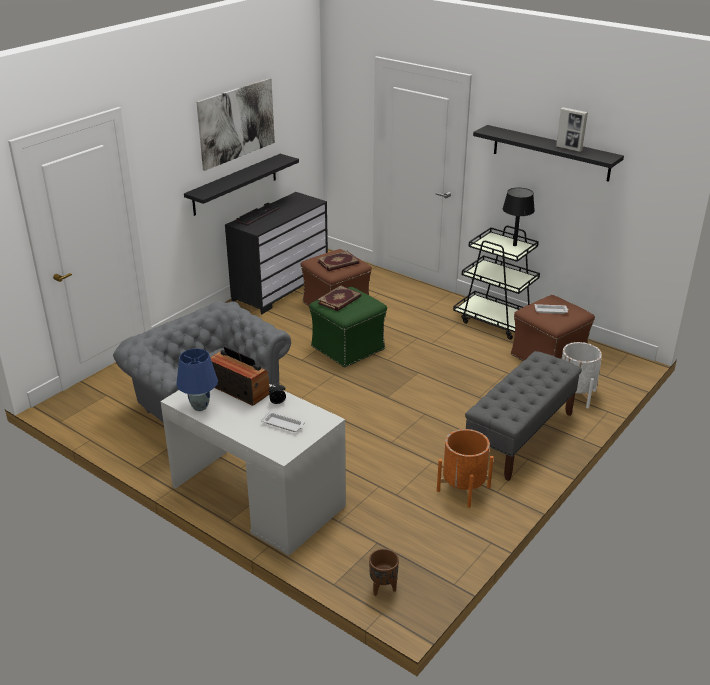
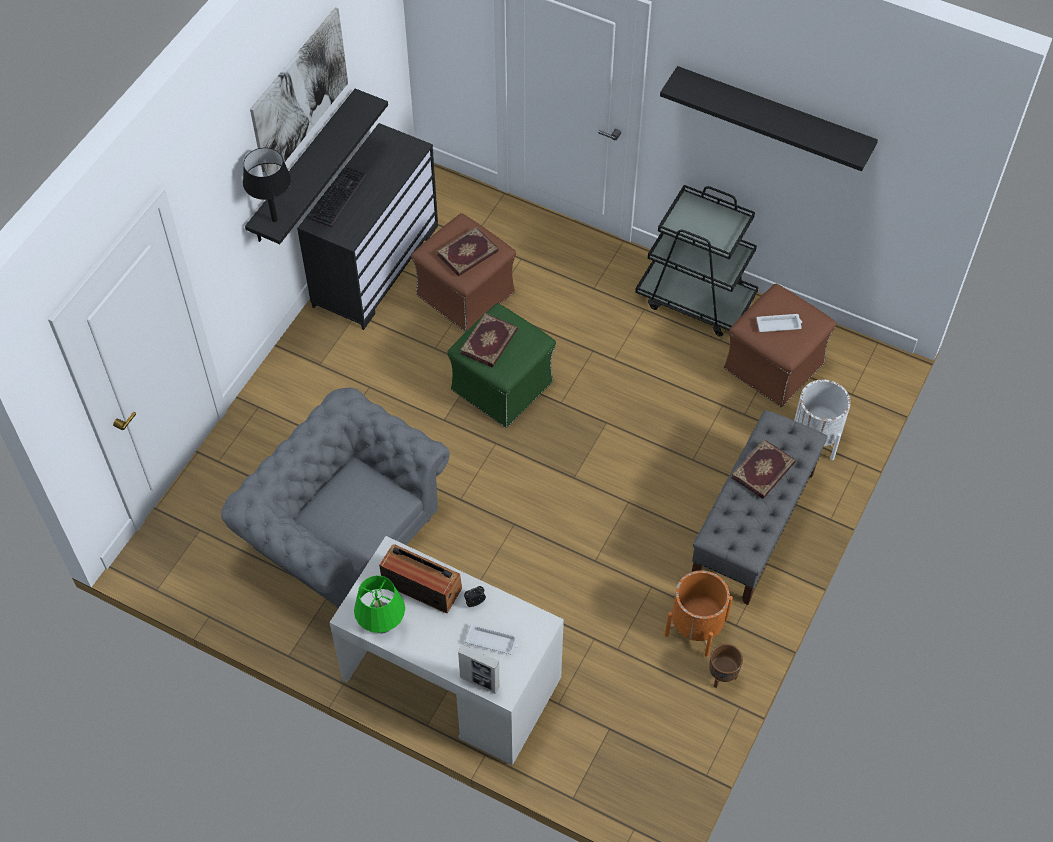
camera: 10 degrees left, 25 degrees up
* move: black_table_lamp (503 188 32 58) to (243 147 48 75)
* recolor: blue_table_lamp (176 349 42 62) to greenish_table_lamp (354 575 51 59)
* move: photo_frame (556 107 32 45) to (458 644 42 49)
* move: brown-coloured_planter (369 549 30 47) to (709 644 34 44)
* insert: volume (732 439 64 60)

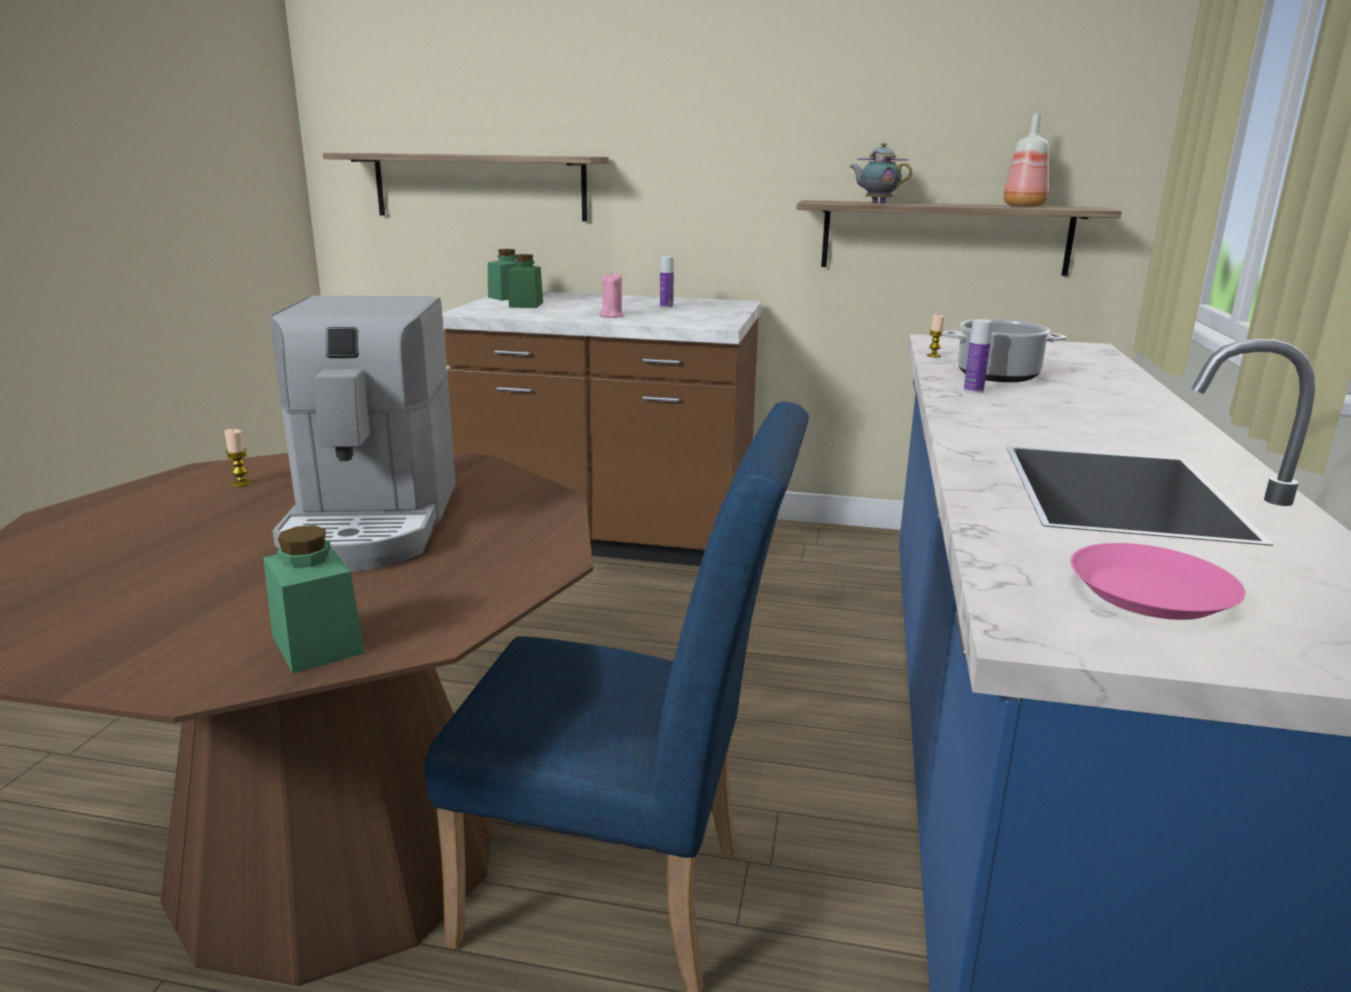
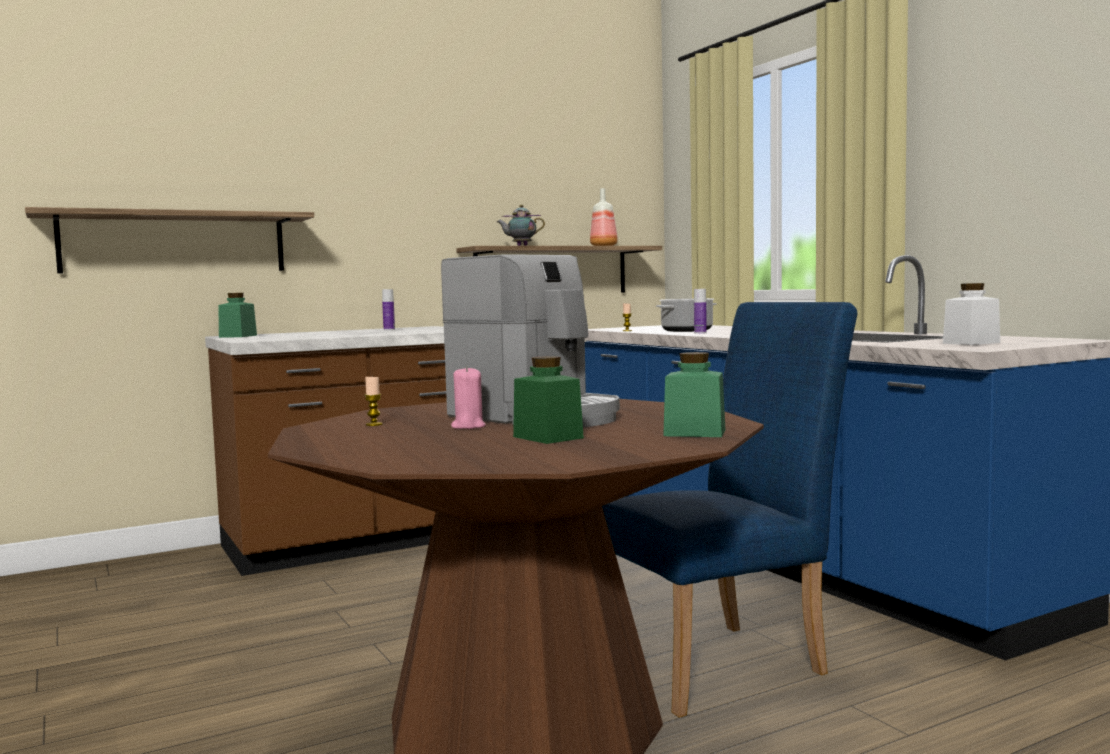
camera: 40 degrees left, 15 degrees down
* move: pink_wax_light (600 272 25 46) to (451 366 35 63)
* move: greenish_storage_jar (508 254 35 54) to (513 356 71 88)
* replace: pink_plate (1071 543 174 77) to white_storage_jar (943 283 57 62)

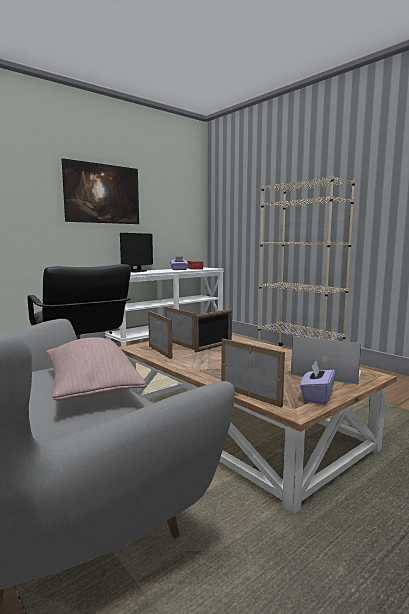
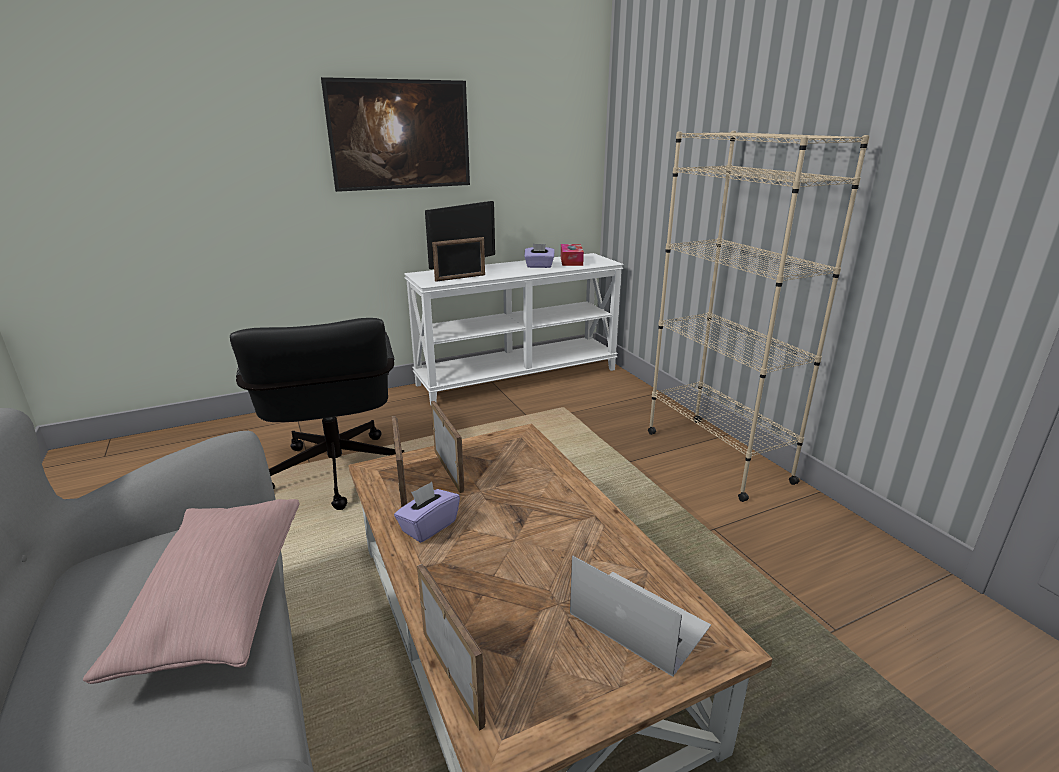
camera: 15 degrees right, 15 degrees up
* move: purplish_tissue_box (300 361 35 44) to (394 482 66 61)
* move: photo_frame (194 309 38 43) to (432 237 53 45)

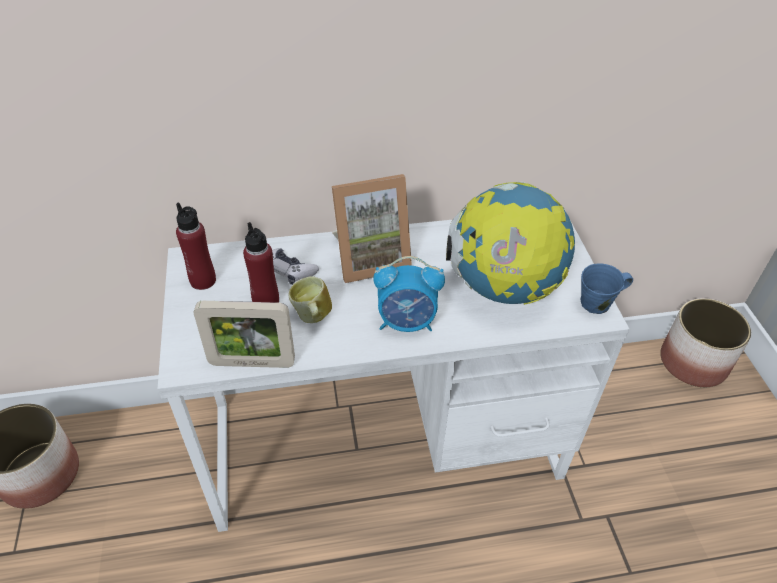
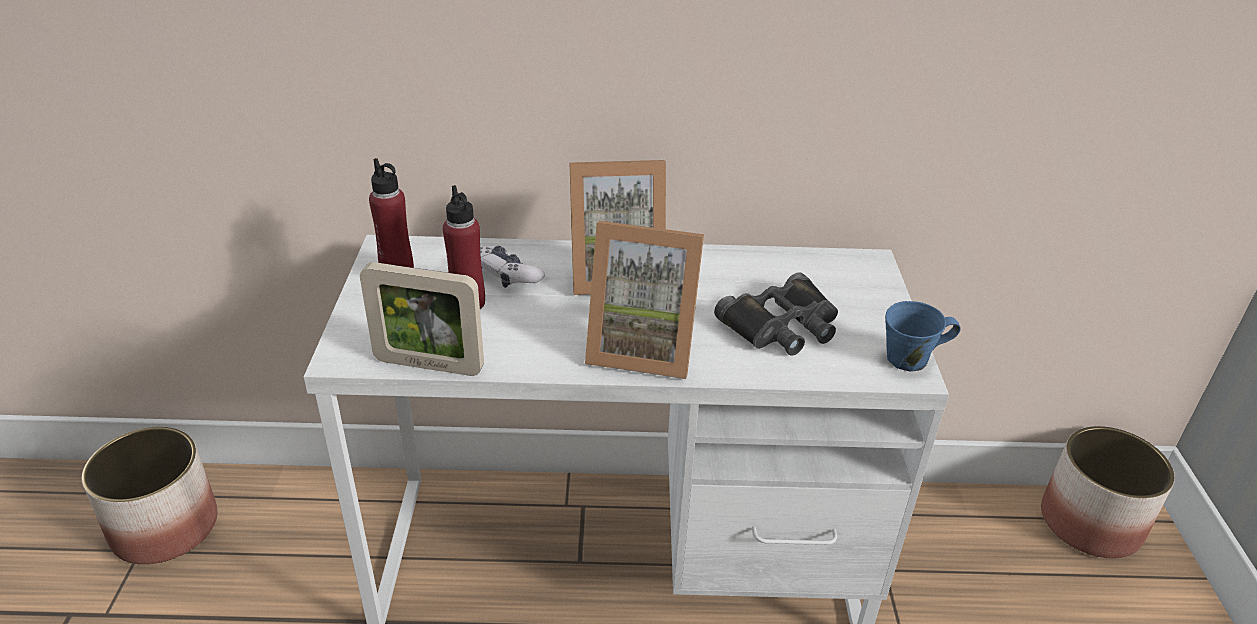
camera: 10 degrees right, 10 degrees down
* replace: bedside_clock (373 256 72 76) to photo_frame (585 221 119 158)
* replace: desk_globe (446 182 129 123) to black_field_glasses (714 272 124 84)
* delete: mug (289 276 43 47)

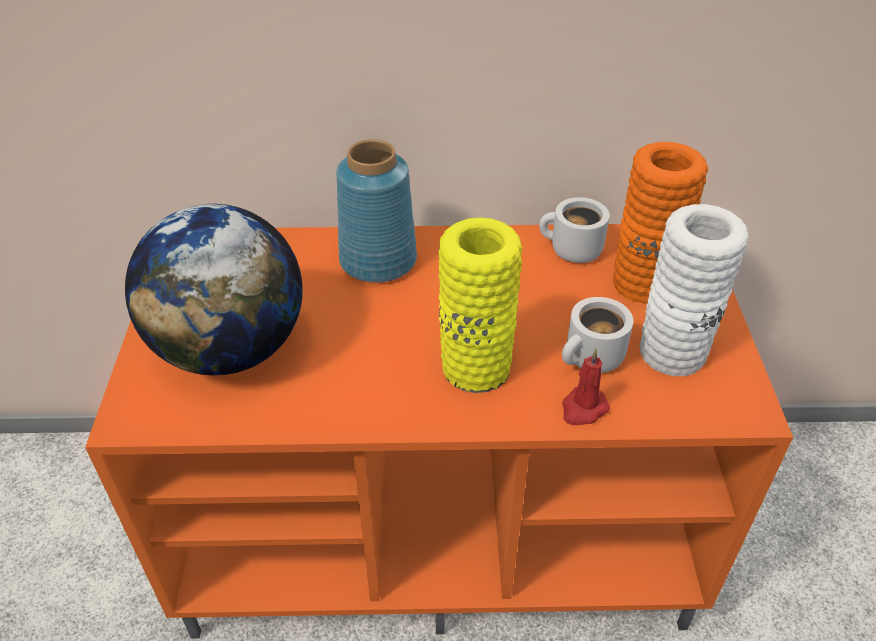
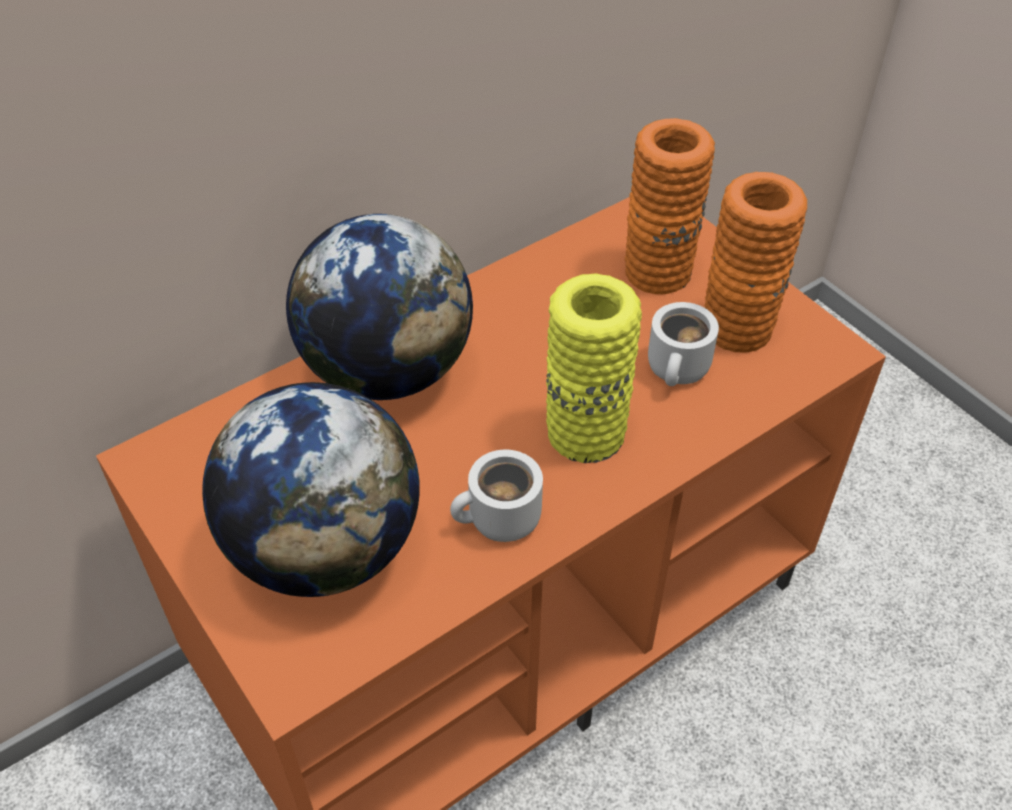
camera: 35 degrees left, 5 degrees up
* replace: blue_decorative_vase (336 139 81 144) to desk_globe (286 214 187 186)
* move: white_mug (539 197 71 66) to (450 450 93 92)
* recolor: white_decorative_vase (639 204 110 172) to orangey_decorative_vase (704 172 103 180)
* delete: red_wax_light (562 349 48 76)

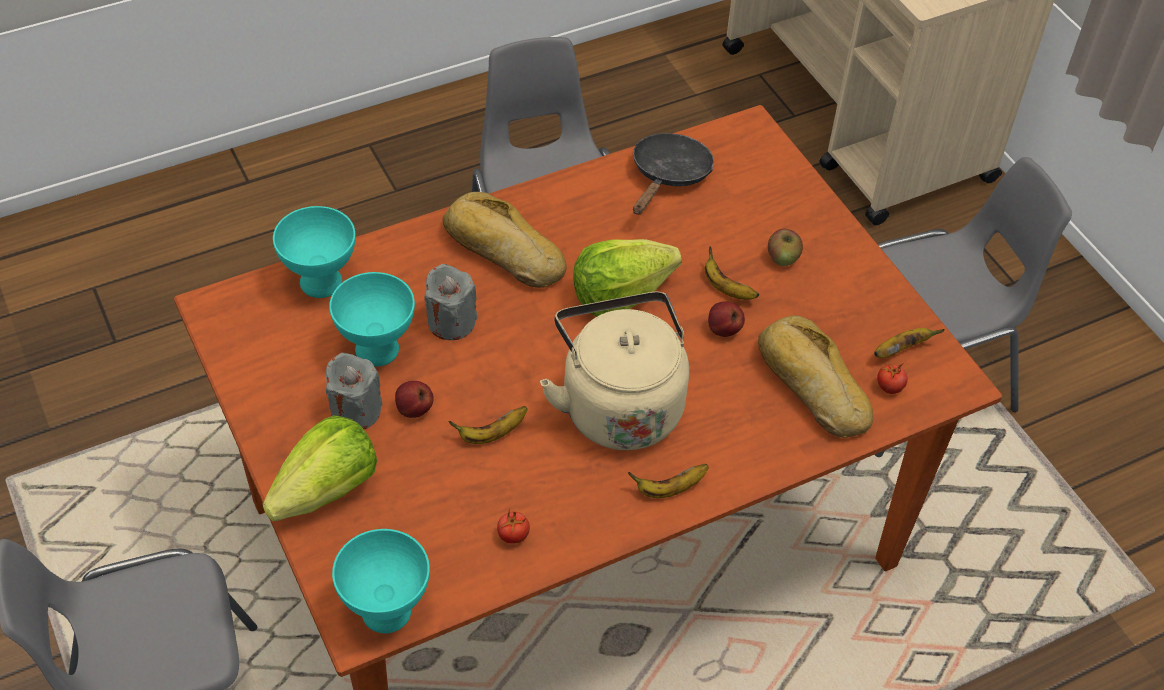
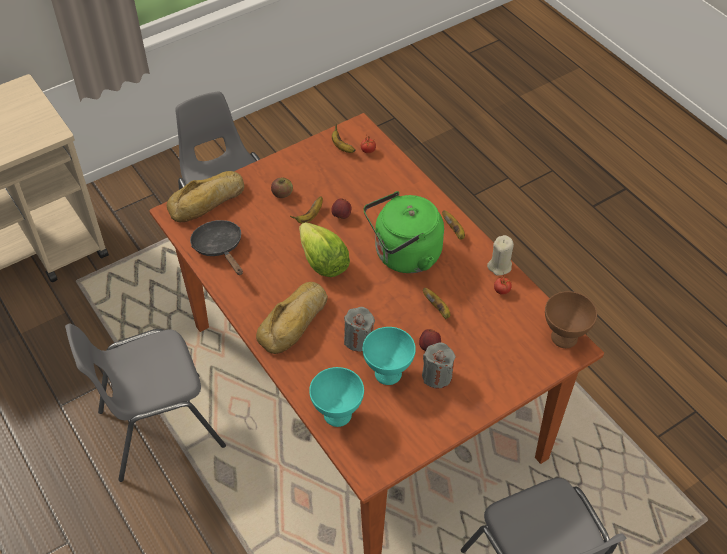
camera: 95 degrees left, 0 degrees up
* move: bakery_bread (758 315 116 123) to (167 171 78 51)
* rotate: black_frying_pan (633 133 81 82) = (190 220 53 55) 45 degrees clockwise
* recolor: beige_water_kettle (540 292 149 158) to greenish_water_kettle (363 191 81 82)
* insert: beige_wax_light (487 235 27 41)
* recolor: blue-green_deep_dish (332 529 98 104) to brown-coloured_deep_dish (545 291 52 57)
* delete: head_of_lettuce (263 415 114 106)

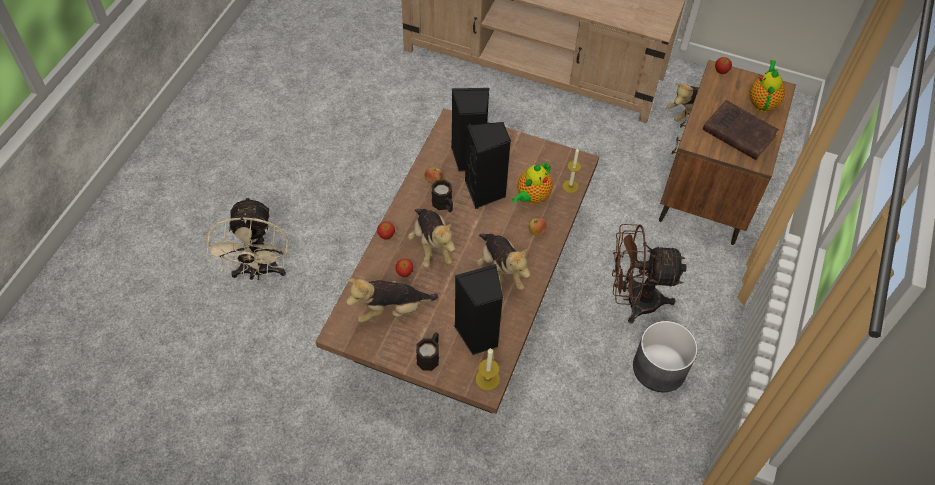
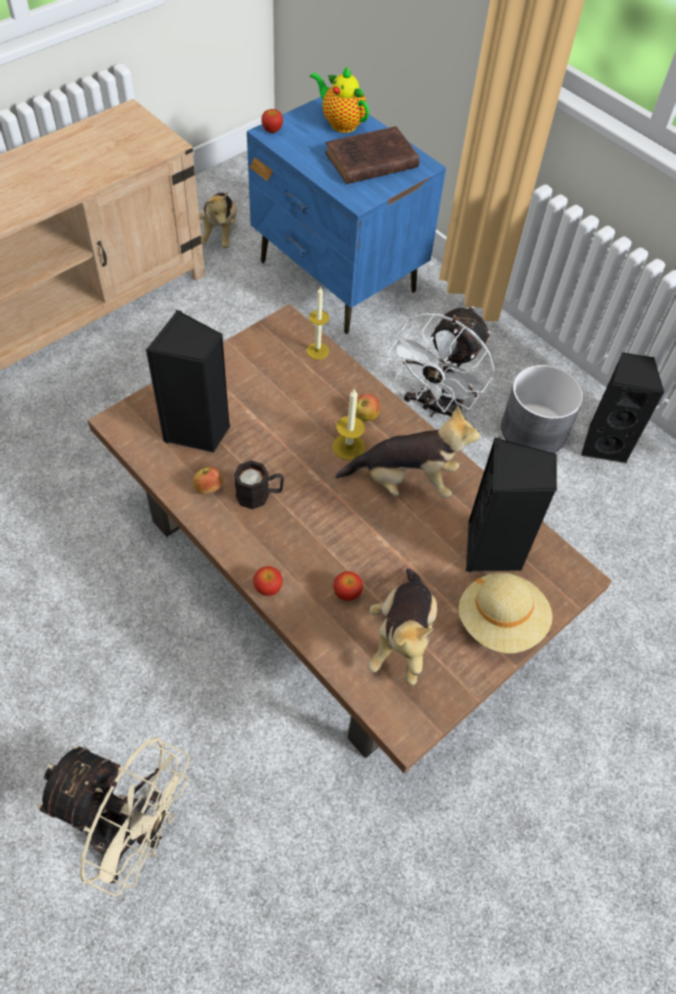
camera: 65 degrees left, 0 degrees up
* recolor: brown-coloured_bedside_table (659 60 137 185) to blue_bedside_table (247 97 199 237)
* move: wax_light (476 348 24 42) to (333 388 32 72)
* recolor: brown-coloured_cooling_fan (612 224 75 100) to white_cooling_fan (387 306 107 114)
* replace: black_mug (416 332 23 39) to beige_wearable_hat (459 573 94 80)
* move: black_audio_speaker (465 122 46 87) to (581 352 83 112)
* delete: plush_toy (408 209 47 58)
* delete: teapot (512 161 41 43)

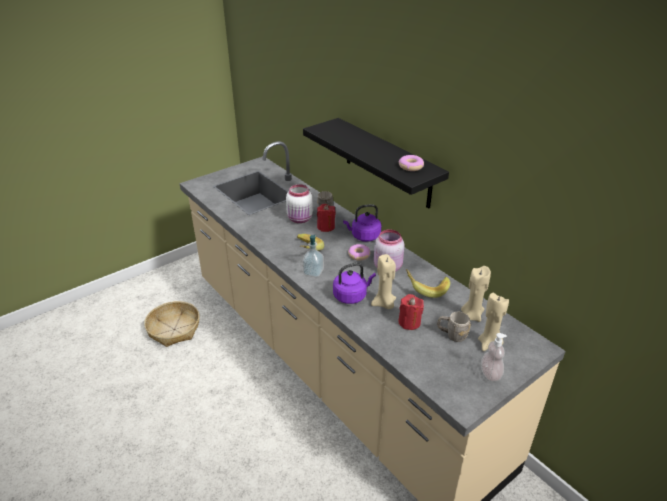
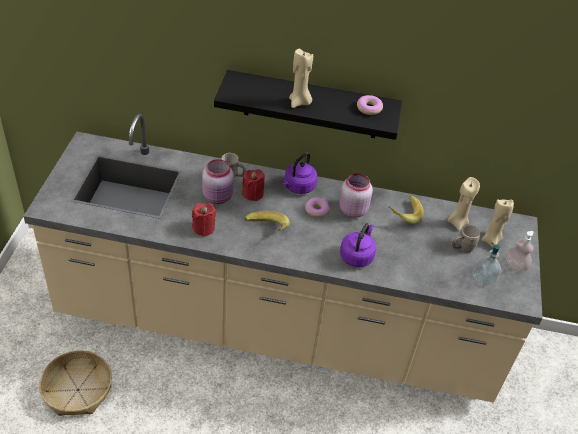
camera: 45 degrees left, 10 degrees up
* move: red_wax_light (398 294 26 36) to (192 203 24 34)
* recolor: white_storage_jar (286 184 27 39) to pink_storage_jar (202 159 32 45)
* move: beige_wax_light (371 254 25 55) to (289 49 24 59)
* move: liquid_soap_bottle (302 235 22 42) to (473 243 28 43)

